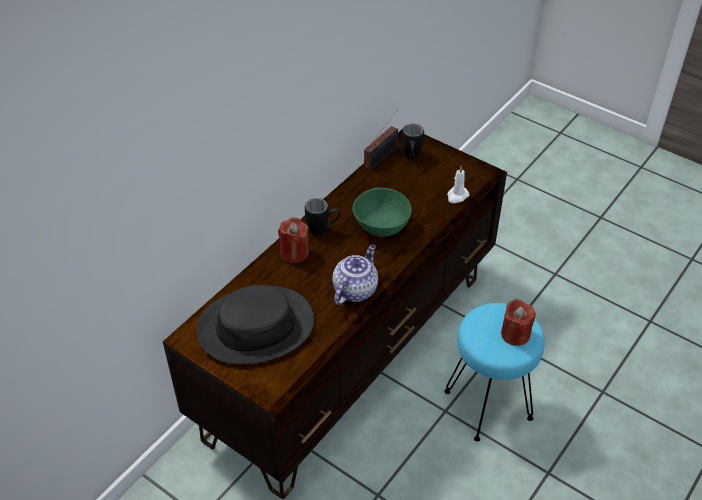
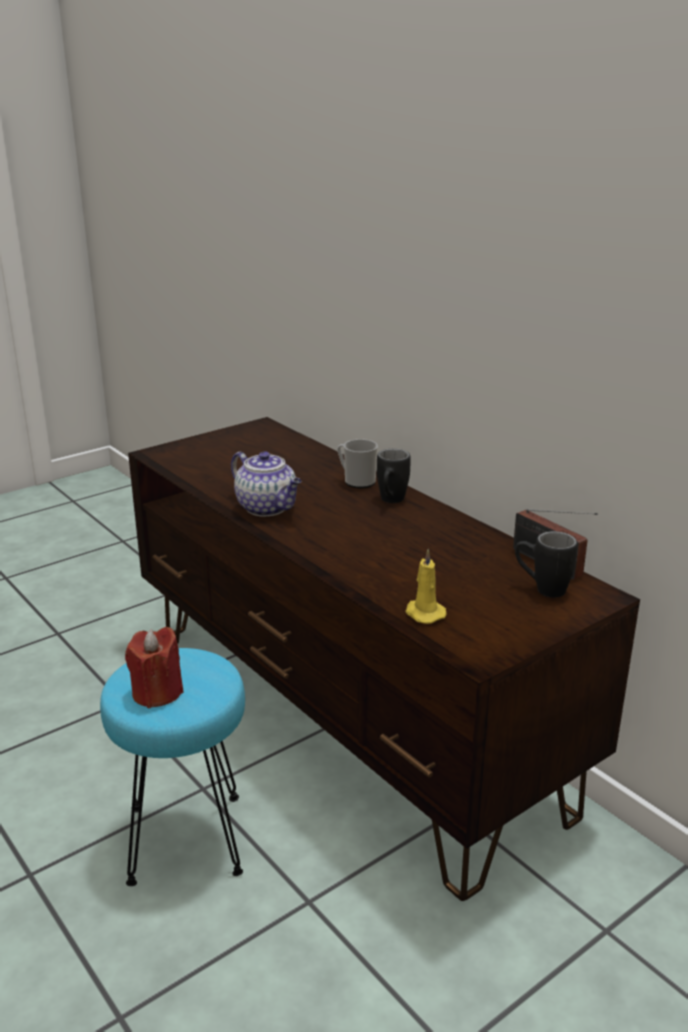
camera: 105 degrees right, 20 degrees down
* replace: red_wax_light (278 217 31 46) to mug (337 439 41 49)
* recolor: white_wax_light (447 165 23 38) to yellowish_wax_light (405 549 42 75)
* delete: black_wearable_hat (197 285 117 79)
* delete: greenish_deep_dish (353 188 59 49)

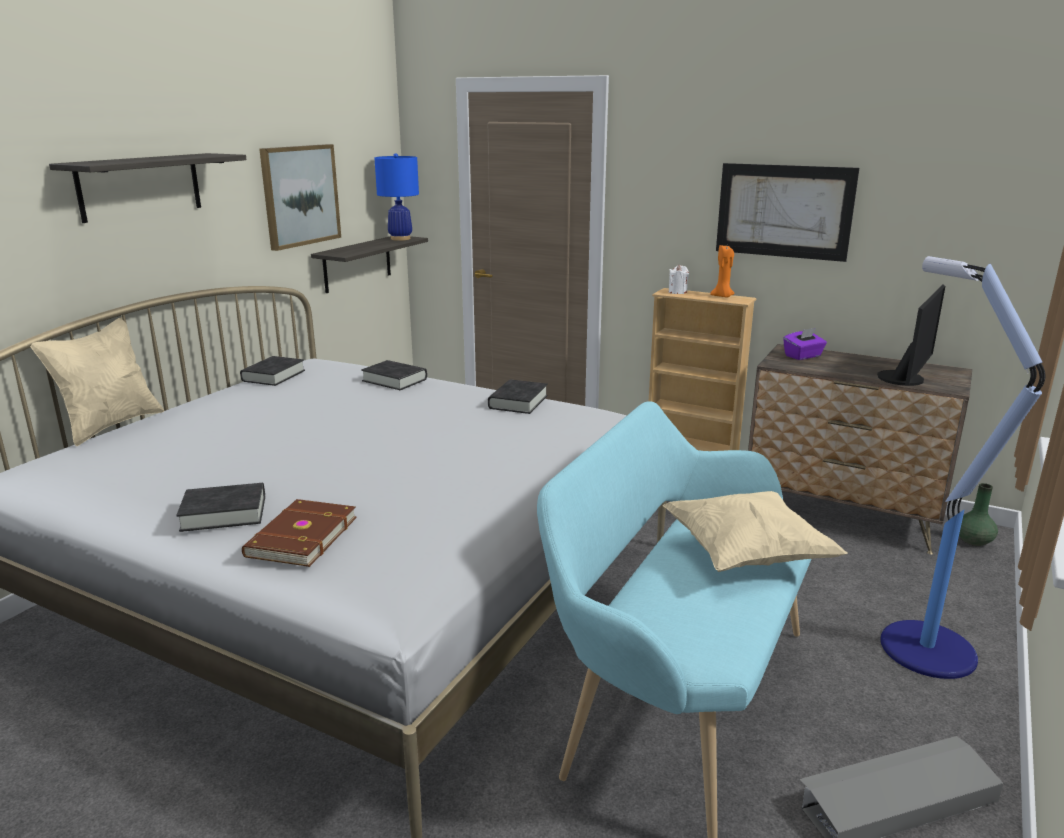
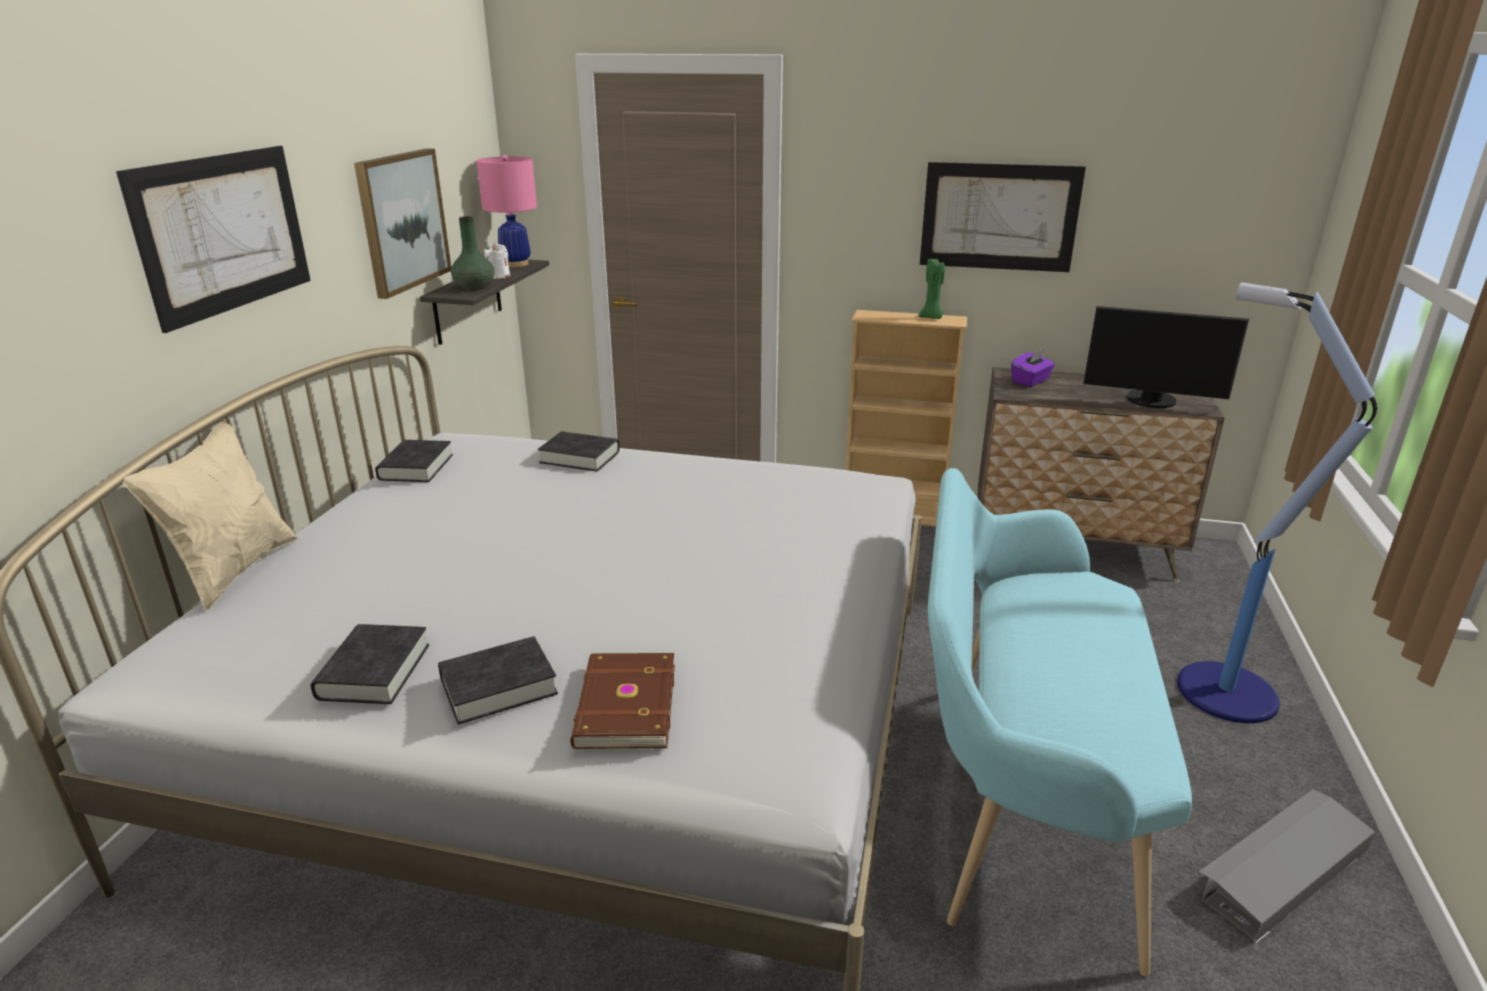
camera: 15 degrees left, 5 degrees up
* replace: bracket_shelf (49 153 198 70) to wall_picture (116 146 195 187)
* move: black_volume (488 380 60 34) to (311 624 118 80)
* move: greenish_decorative_vase (959 483 39 63) to (451 216 44 74)
* recolor: blue_table_lamp (374 153 45 88) to pink_table_lamp (477 155 60 112)
* move: white_wax_light (669 265 20 29) to (484 244 26 35)
* recolor: orangey_wax_light (710 245 25 53) to greenish_wax_light (918 259 27 60)
* rotate: monitor (877 284 68 102) = (1083 306 166 102) 90 degrees clockwise
* delete: beige_cushion (663 491 185 81)

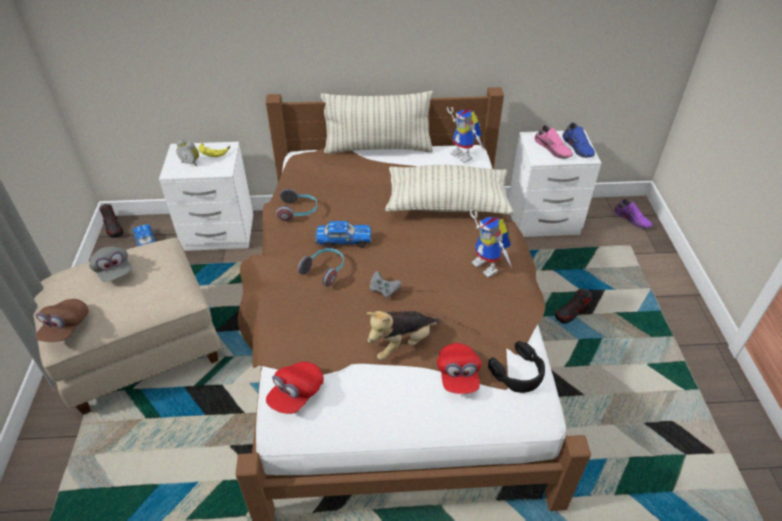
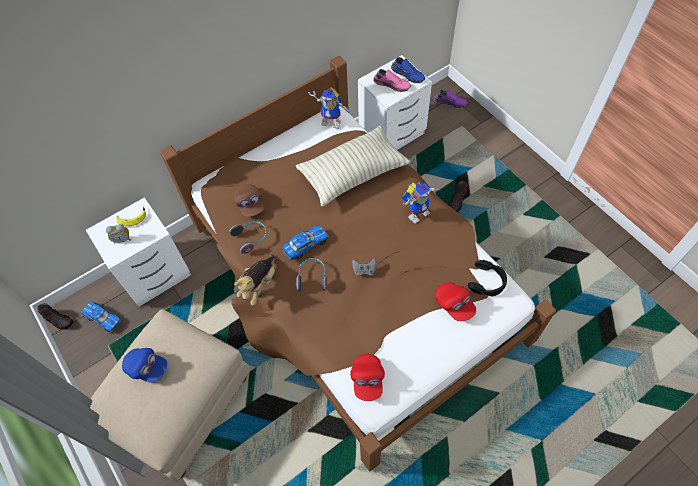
camera: 30 degrees left, 15 degrees up
* recolor: greyish_baseball_cap (89 247 43 35) to blue_baseball_cap (122 348 45 35)
* move: brown-coloured_baseball_cap (36 299 53 43) to (234 184 31 33)
* move: plush_toy (366 311 73 49) to (234 254 41 52)
* rotate: robot_figure (470 210 42 67) = (402 182 37 41) 60 degrees counterclockwise
* delete: cushion (321 91 112 63)

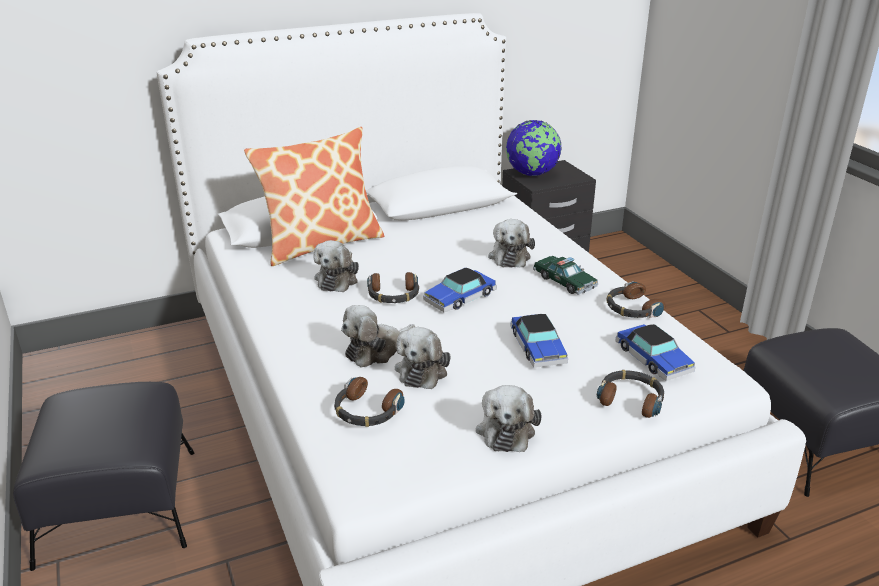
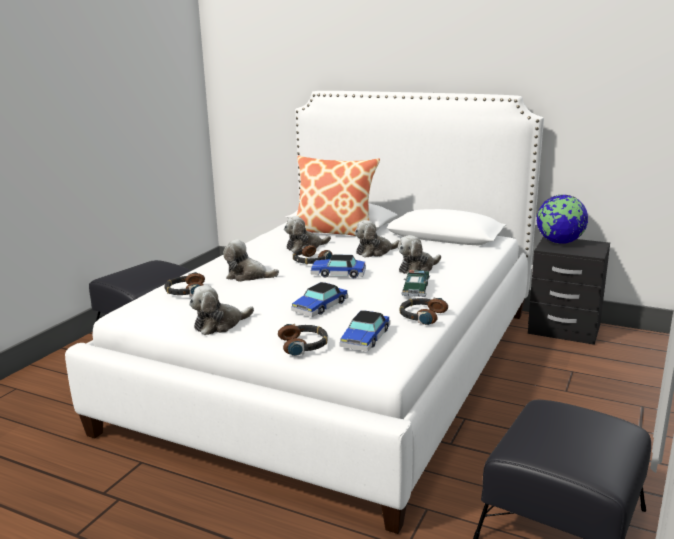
camera: 50 degrees right, 10 degrees down
* move: plush_toy (395 327 56 62) to (355 220 44 38)

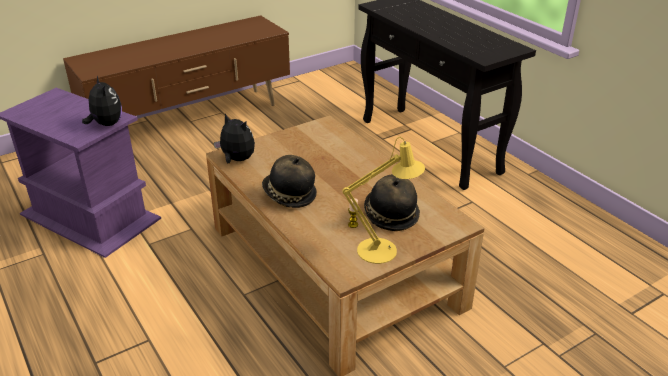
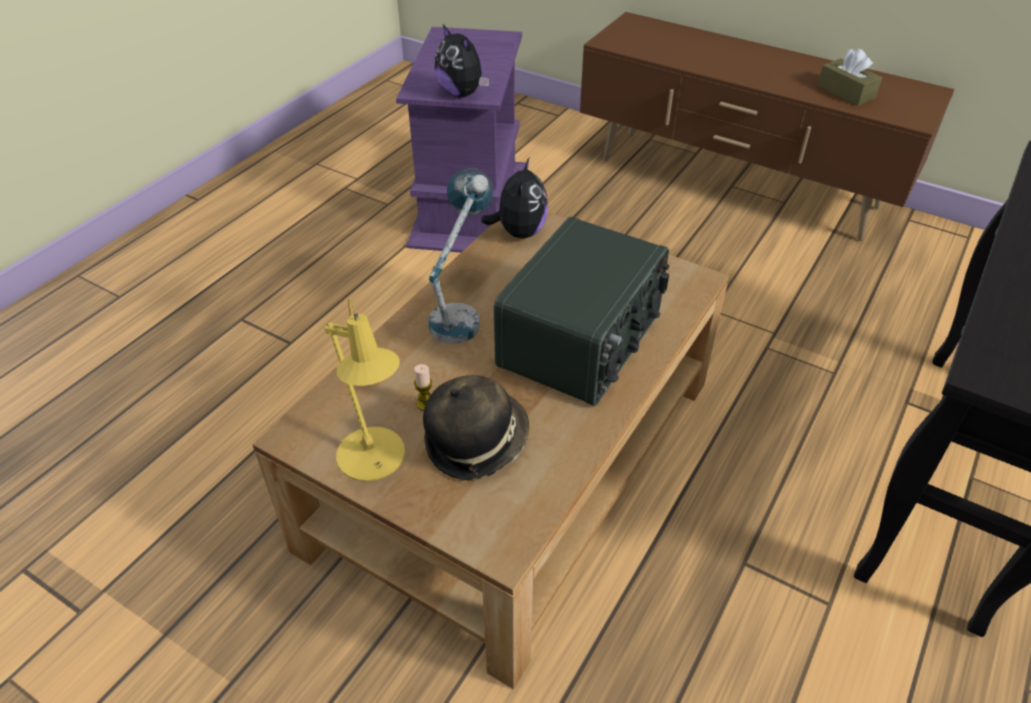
camera: 65 degrees right, 10 degrees up
* replace: wearable_hat (262 155 55 53) to table_lamp (428 168 66 176)
* rotate: plush_toy (82 75 40 51) = (435 25 54 72) 105 degrees clockwise
* insert: radio_receiver (494 217 176 189)
* insert: brown-coloured_tissue_box (817 49 65 57)

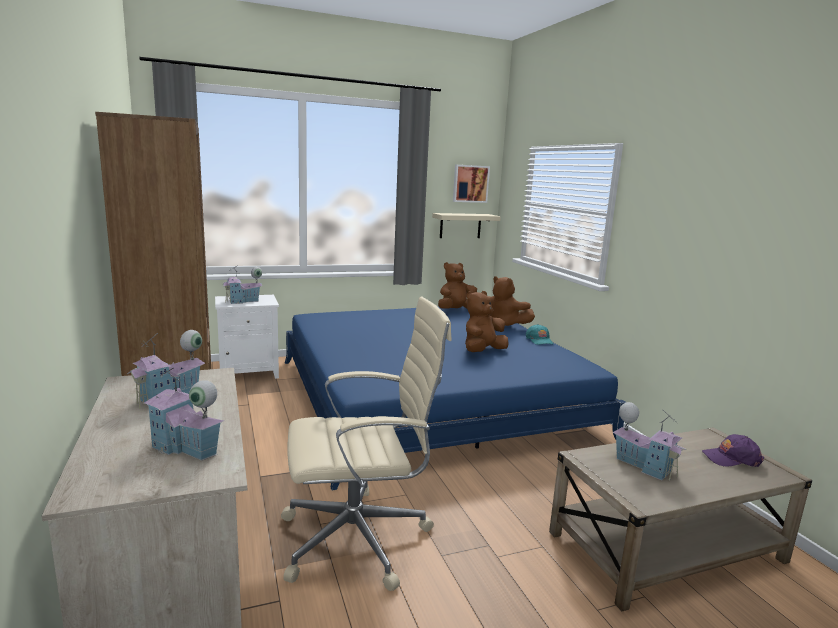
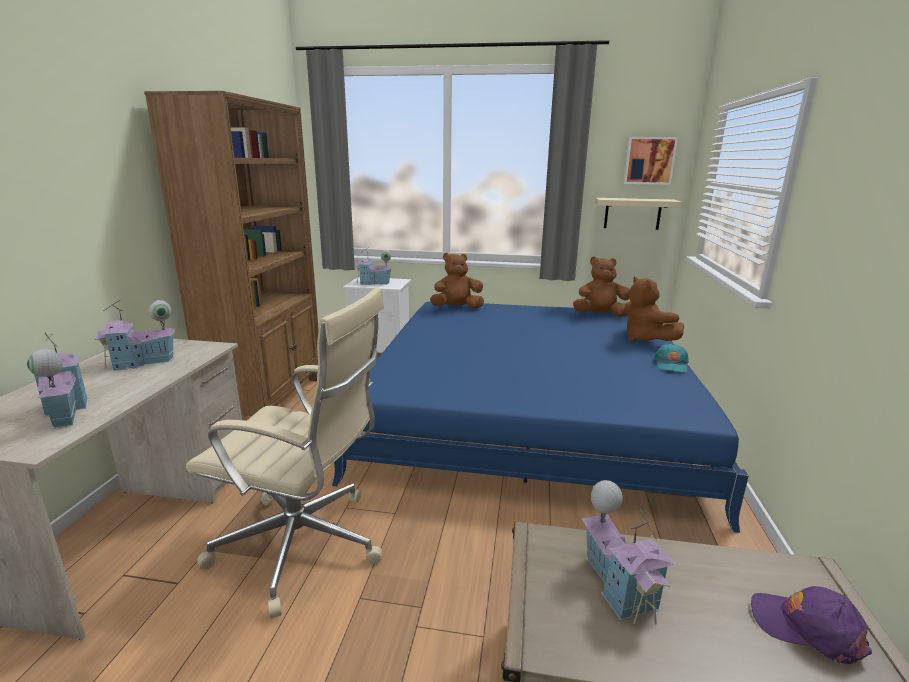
camera: 30 degrees right, 5 degrees up
* move: brown-coloured_plush_toy (465 291 44 61) to (430 253 54 55)

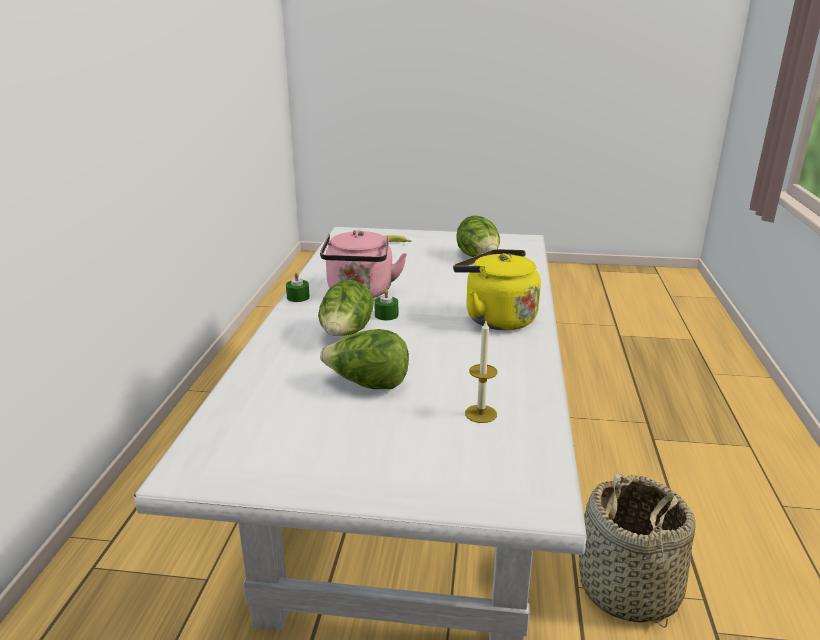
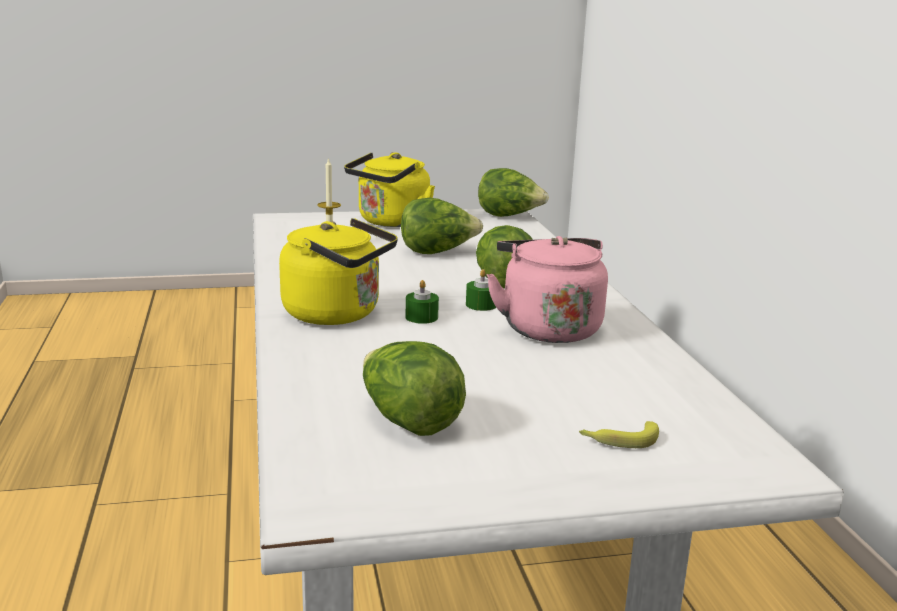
camera: 160 degrees right, 5 degrees down
* insert: yellowish_water_kettle (344 152 91 75)
* move: greenish_wax_light (286 272 24 30) to (405 280 34 44)
* insert: head_of_lettuce (478 168 71 49)
* delete: storage_basket (579 474 117 154)

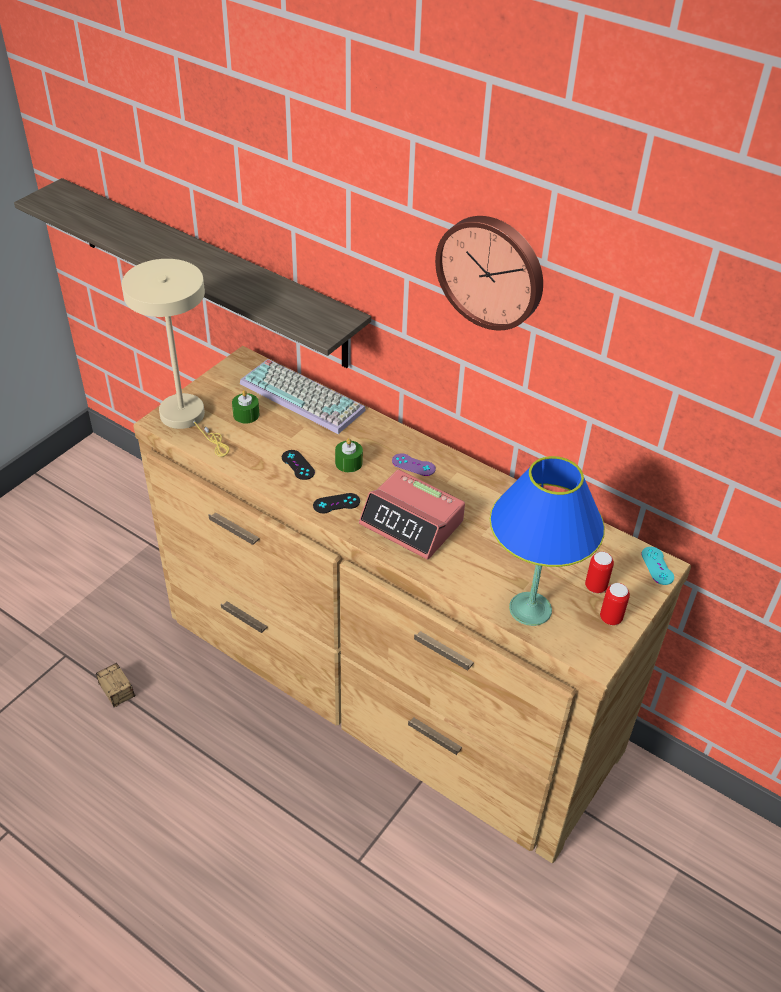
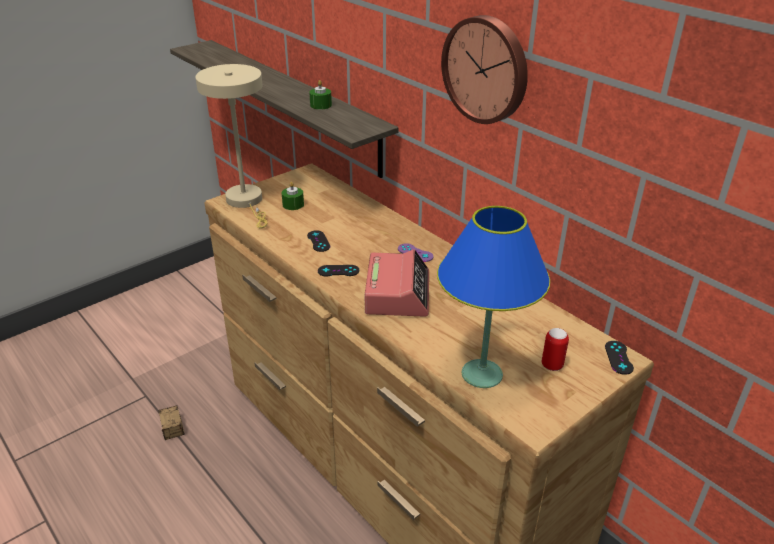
camera: 15 degrees right, 10 degrees down
* move: greenish_wax_light (335 438 28 34) to (309 80 23 30)
* rotate: bedside_clock (359 469 106 91) = (365 249 64 68) 135 degrees counterclockwise
* recolor: blue-green_gamepad (641 547 33 38) to black_gamepad (605 341 29 34)
* delete: computer_keyboard (240 359 126 75)
* delete: sealed_can (600 583 30 42)

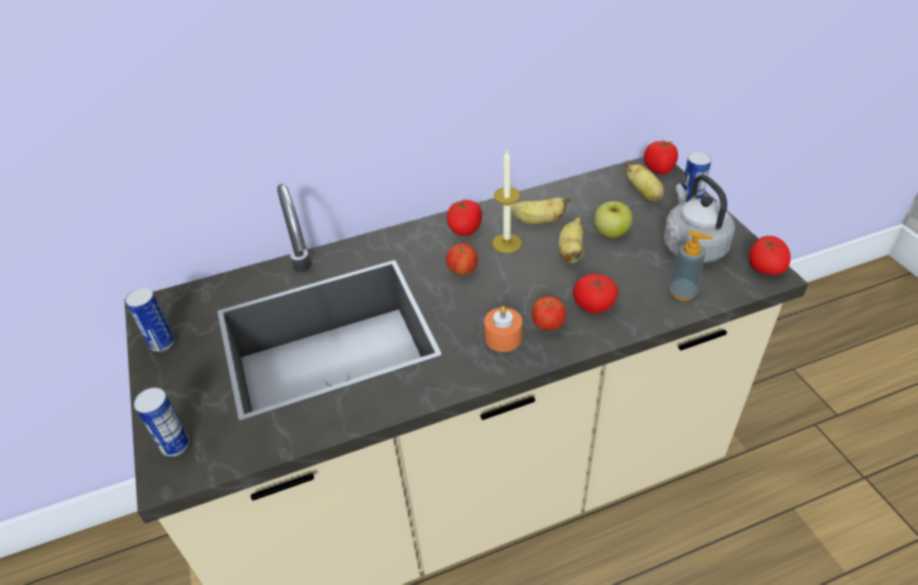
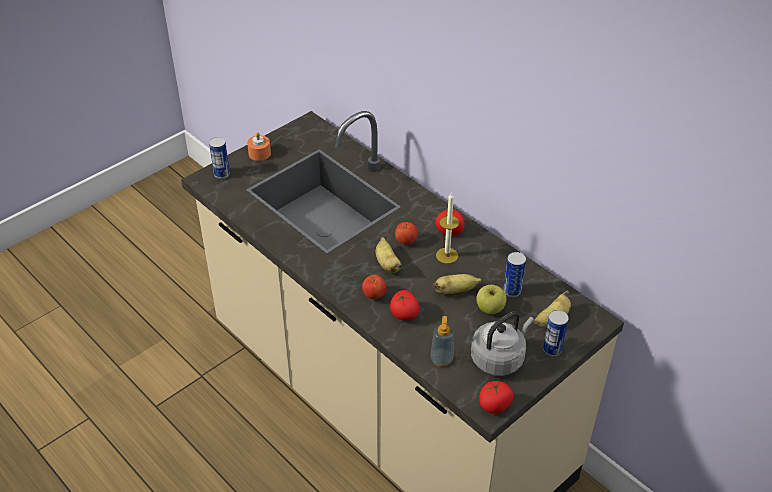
camera: 65 degrees right, 0 degrees up
* move: orangey_wax_light (484 306 38 46) to (247 132 24 29)
* move: banana (511 197 59 27) to (376 237 26 36)
* move: sealed_can (125 287 50 65) to (503 252 23 45)
* delete: tomato (644 139 34 36)

